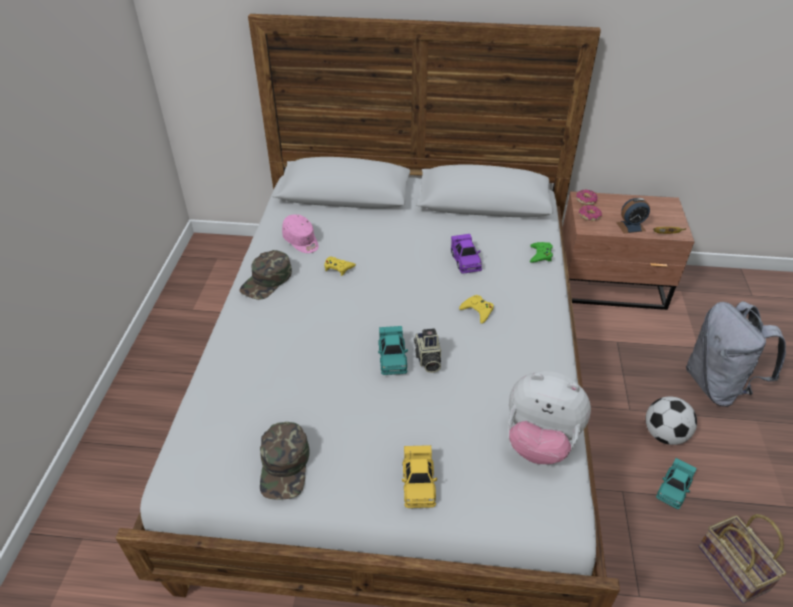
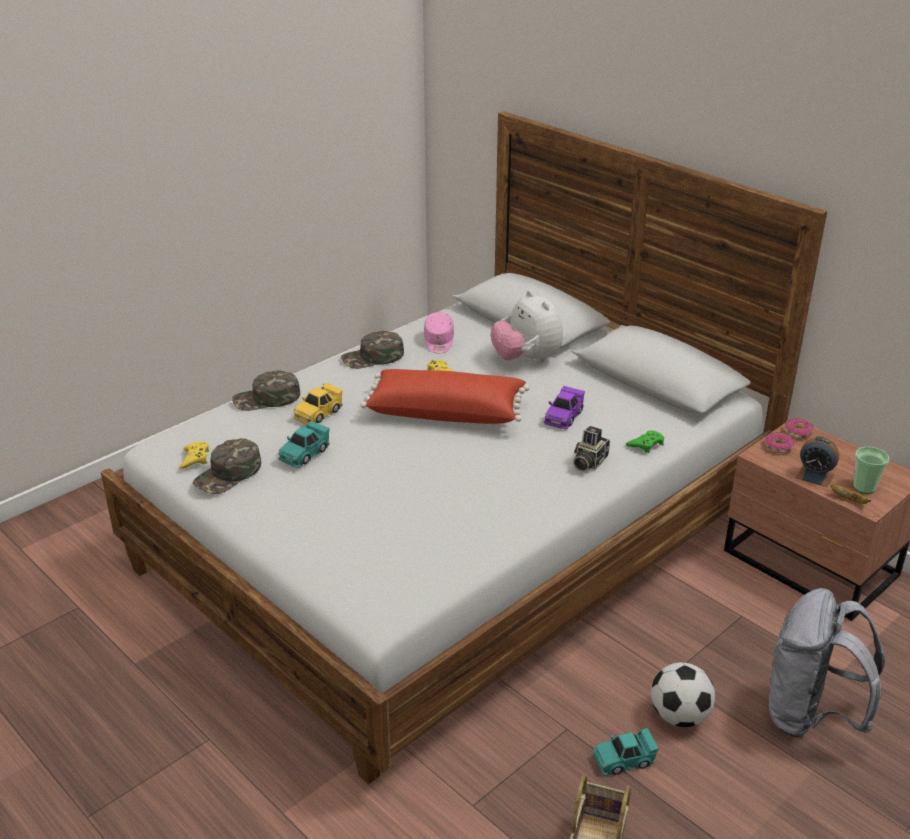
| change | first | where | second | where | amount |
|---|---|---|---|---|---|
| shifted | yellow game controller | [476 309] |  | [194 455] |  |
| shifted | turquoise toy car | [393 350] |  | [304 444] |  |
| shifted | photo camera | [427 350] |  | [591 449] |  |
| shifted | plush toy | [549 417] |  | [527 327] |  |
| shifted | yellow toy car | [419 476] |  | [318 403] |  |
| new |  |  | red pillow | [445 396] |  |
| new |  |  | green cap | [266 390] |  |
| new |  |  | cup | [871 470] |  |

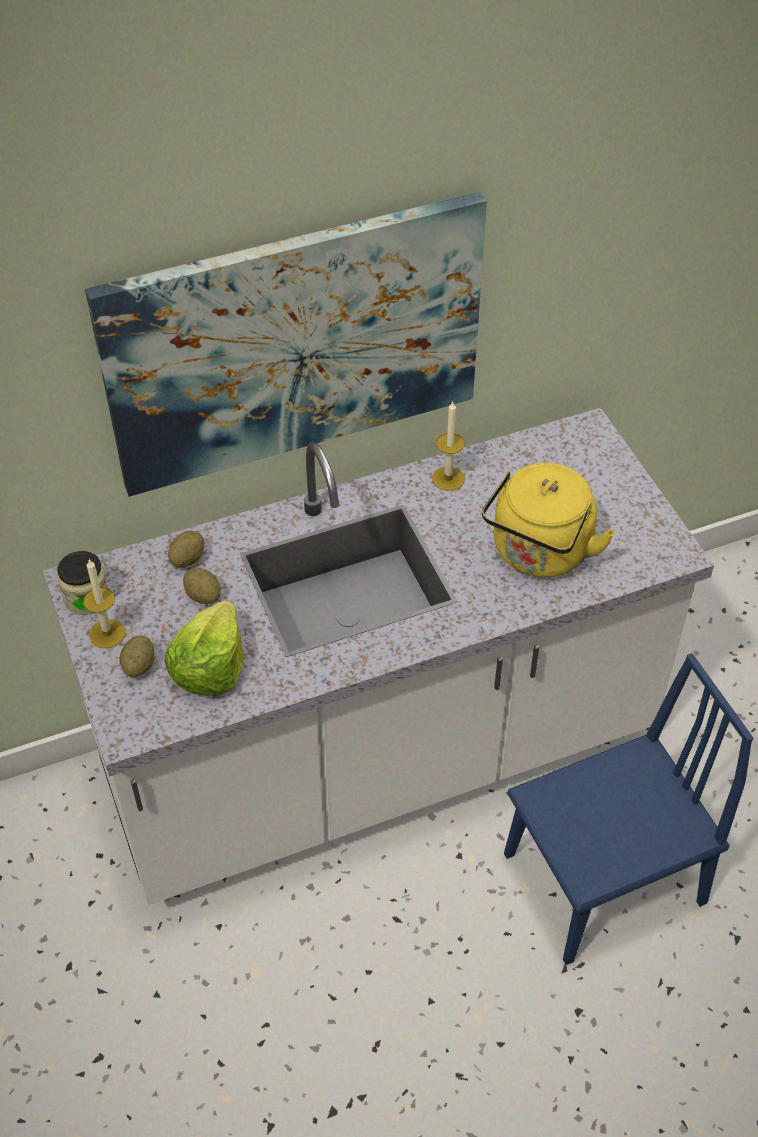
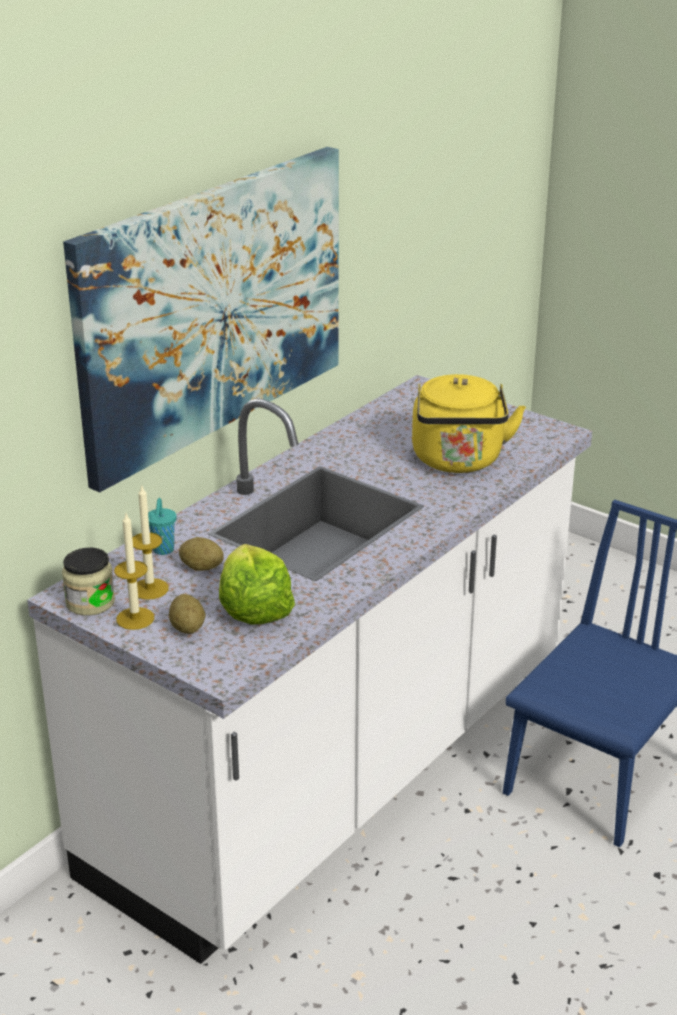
| change | first | where | second | where | amount |
|---|---|---|---|---|---|
| shifted | candle | [448 446] |  | [150 542] |  |
| swapped | potato | [186 549] | turquoise cup | [162 526] |  |

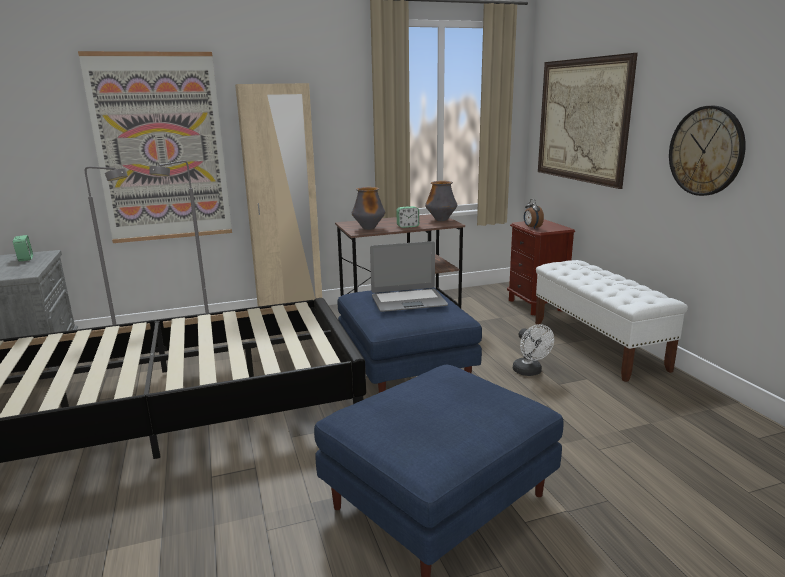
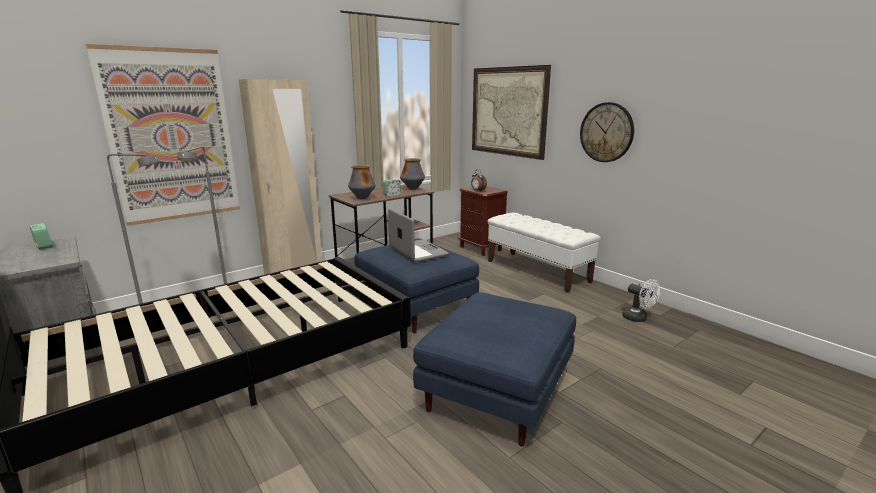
| change | first | where | second | where | amount |
|---|---|---|---|---|---|
| rotated | laptop | [409 276] |  | [418 235] | 90 degrees counterclockwise |
| shifted | white fan | [533 350] |  | [641 300] |  |

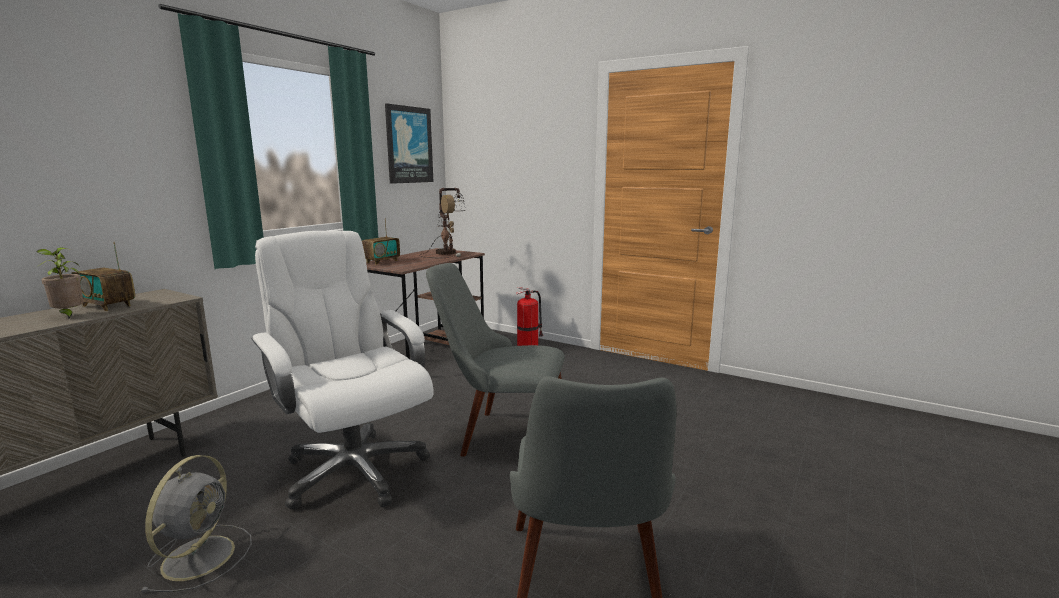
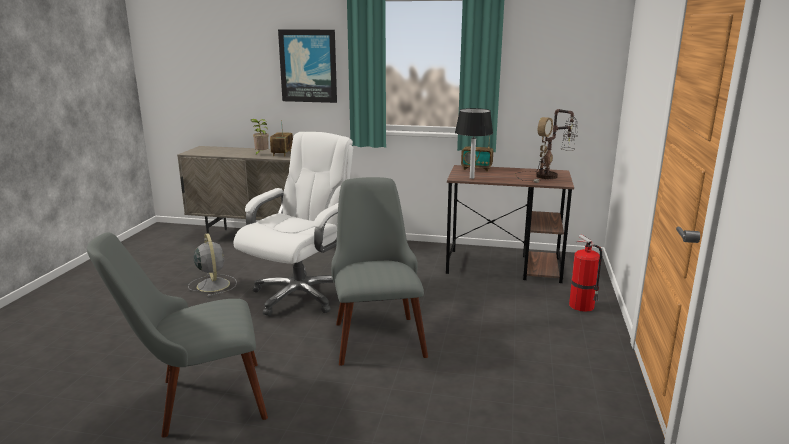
| change | first | where | second | where | amount |
|---|---|---|---|---|---|
| shifted | picture | [409 143] |  | [307 66] |  |
| rotated | grey fan | [196 524] |  | [212 265] | 105 degrees counterclockwise |
| new |  |  | black table lamp | [474 143] |  |

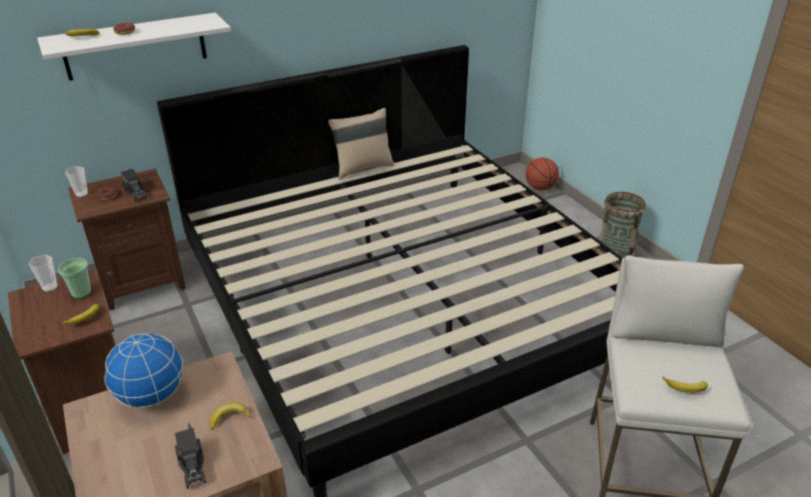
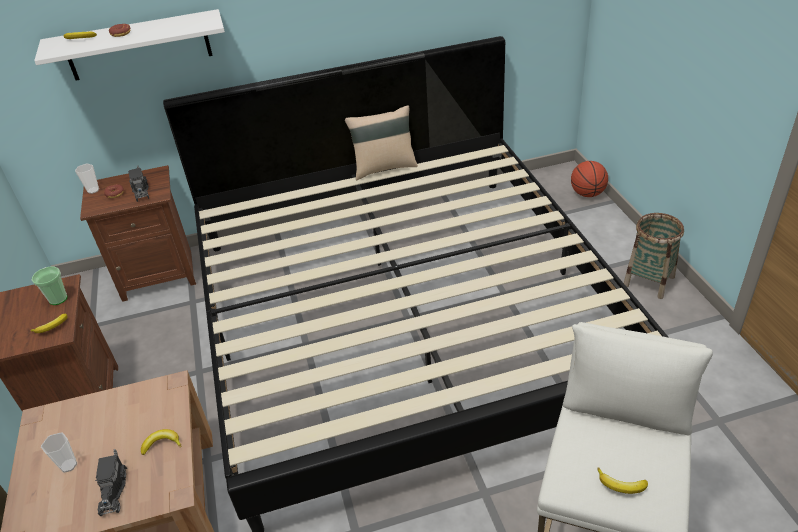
| change | first | where | second | where | amount |
|---|---|---|---|---|---|
| shifted | cup | [43 273] |  | [59 452] |  |
| gone | globe | [143 370] |  |  |  |

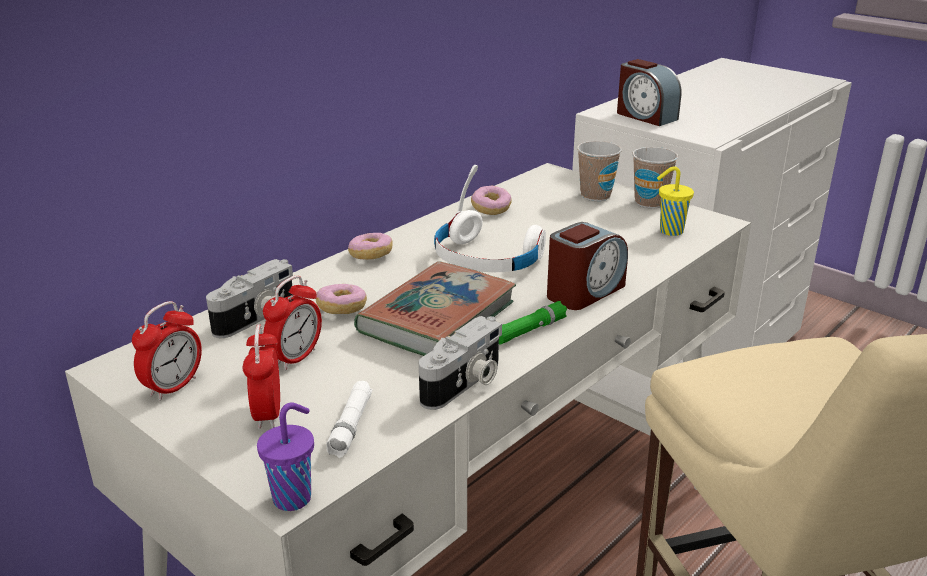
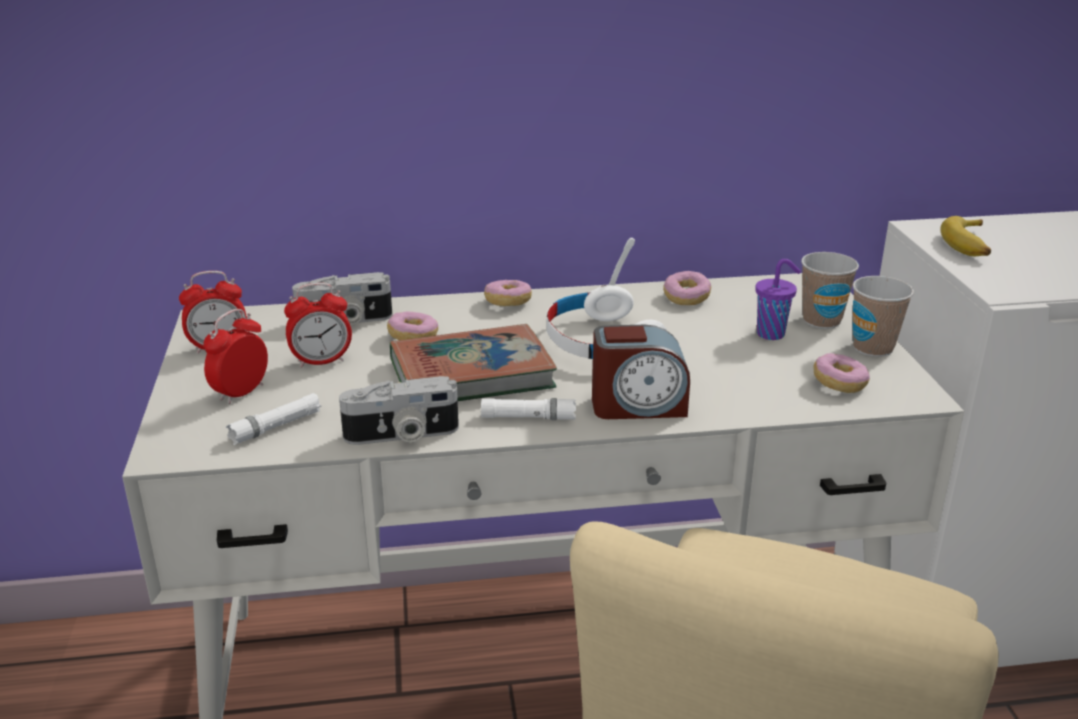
| change | first | where | second | where | amount |
|---|---|---|---|---|---|
| swapped | alarm clock | [649 92] | banana | [965 236] |  |
| swapped | yellow cup | [675 201] | donut | [841 373] |  |
| repainted | green flashlight | [533 323] | white flashlight | [528 409] |  |
| shifted | purple cup | [285 456] |  | [778 299] |  |

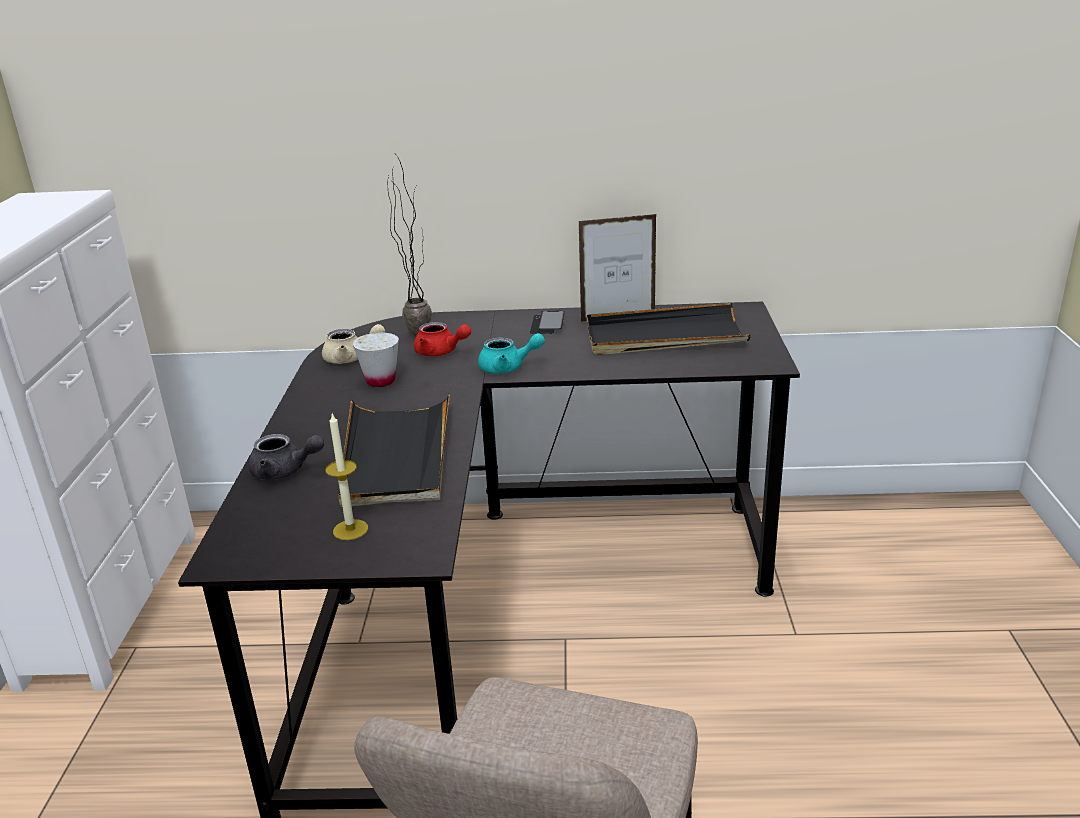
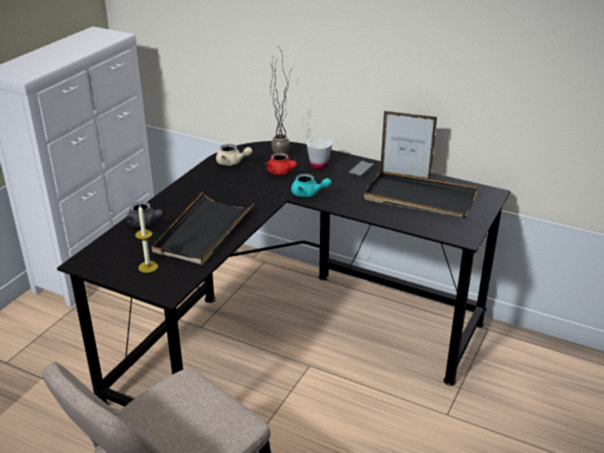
| change | first | where | second | where | amount |
|---|---|---|---|---|---|
| shifted | white cup | [376 360] |  | [319 153] |  |

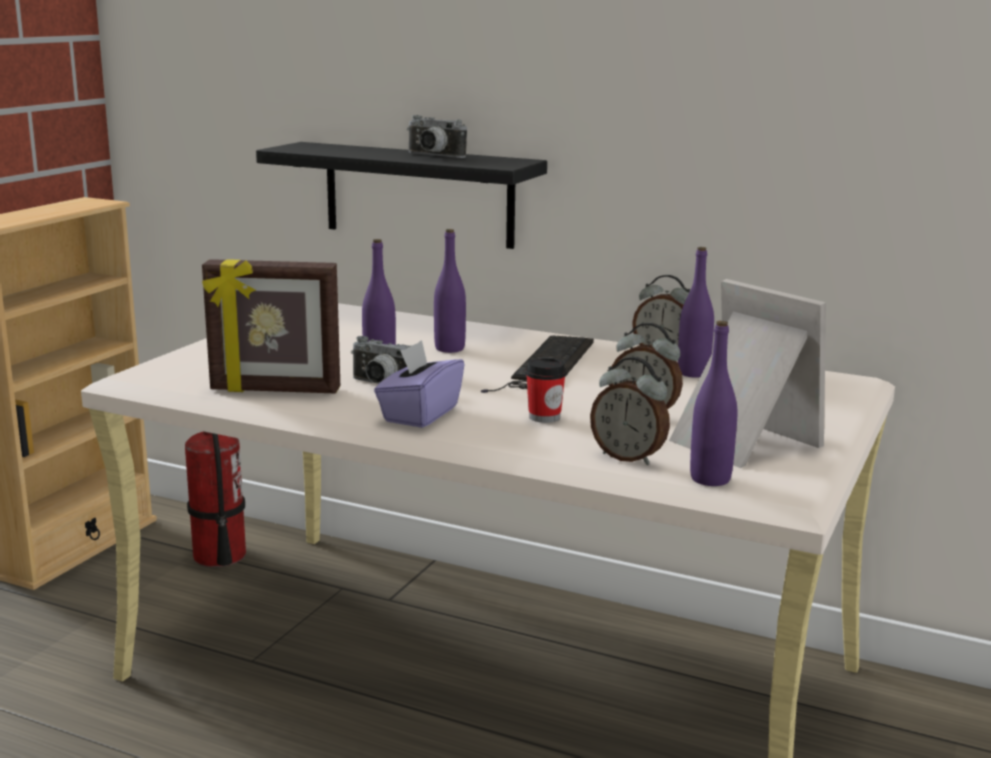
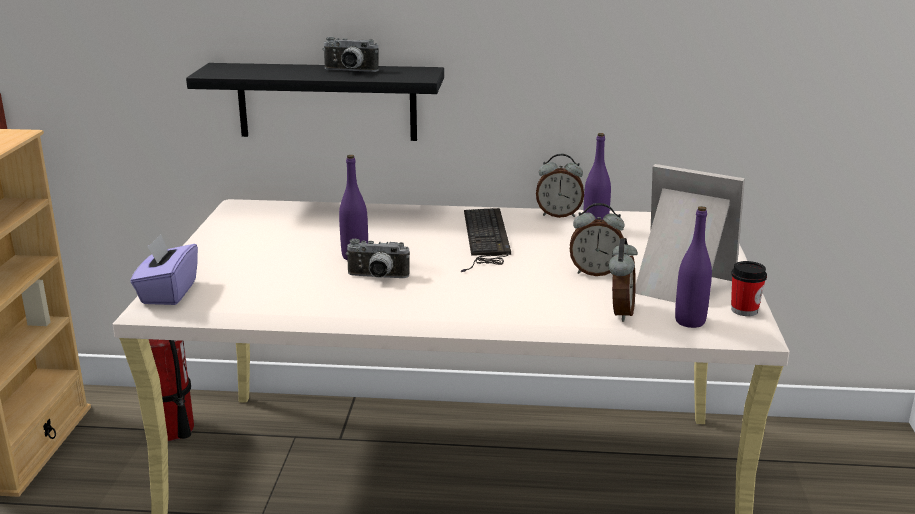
| change | first | where | second | where | amount |
|---|---|---|---|---|---|
| gone | purple bottle | [450 291] |  |  |  |
| gone | picture frame | [271 326] |  |  |  |
| shifted | purple tissue box | [419 384] |  | [164 269] |  |
| shifted | cup | [545 390] |  | [749 288] |  |
| rotated | alarm clock | [630 411] |  | [623 280] | 90 degrees counterclockwise |

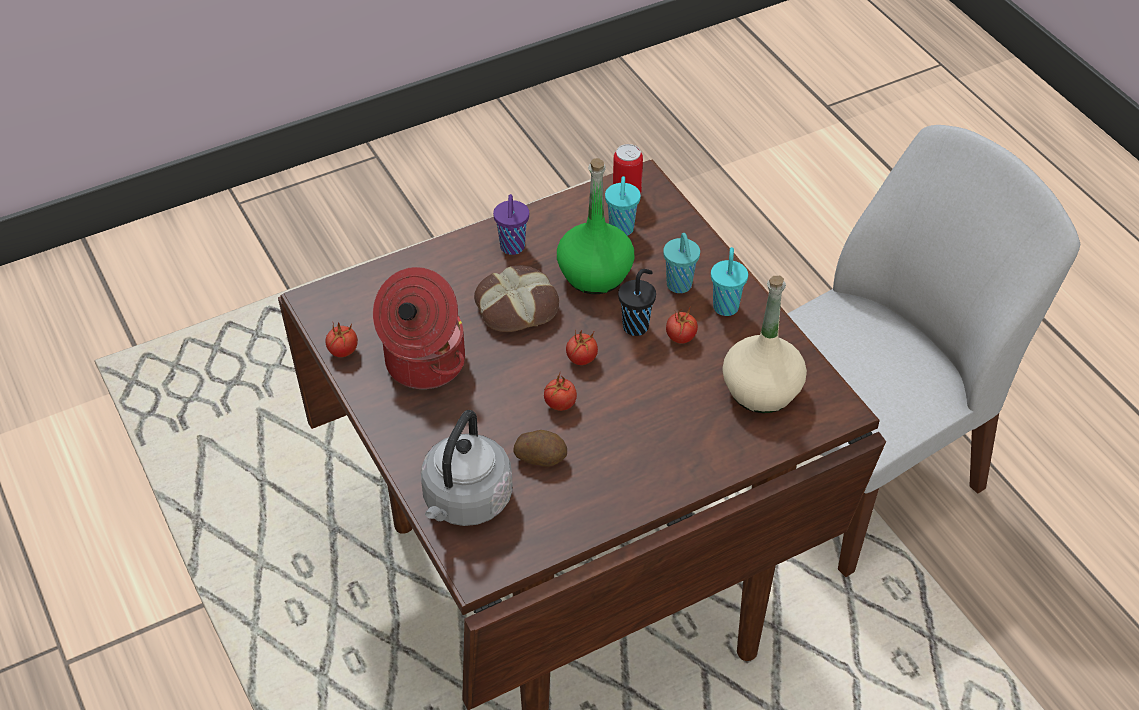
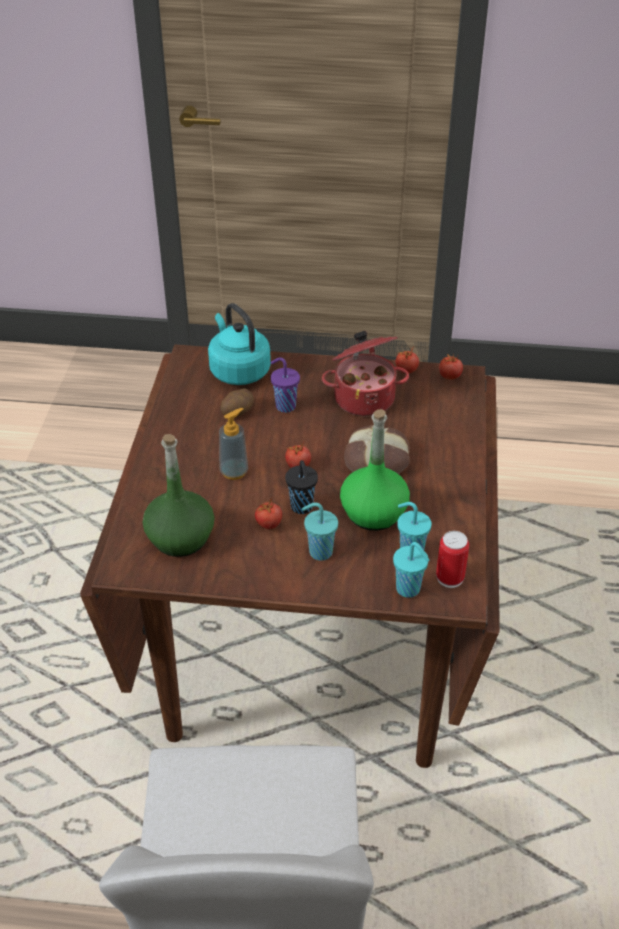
| change | first | where | second | where | amount |
|---|---|---|---|---|---|
| shifted | purple cup | [511 224] |  | [285 385] |  |
| shifted | turquoise cup | [729 281] |  | [411 570] |  |
| repainted | beige bottle | [764 344] | green bottle | [179 495] |  |
| shifted | tomato | [560 392] |  | [451 366] |  |
| repainted | grey kettle | [467 468] | turquoise kettle | [239 344] |  |
| new |  |  | soap dispenser | [233 444] |  |

